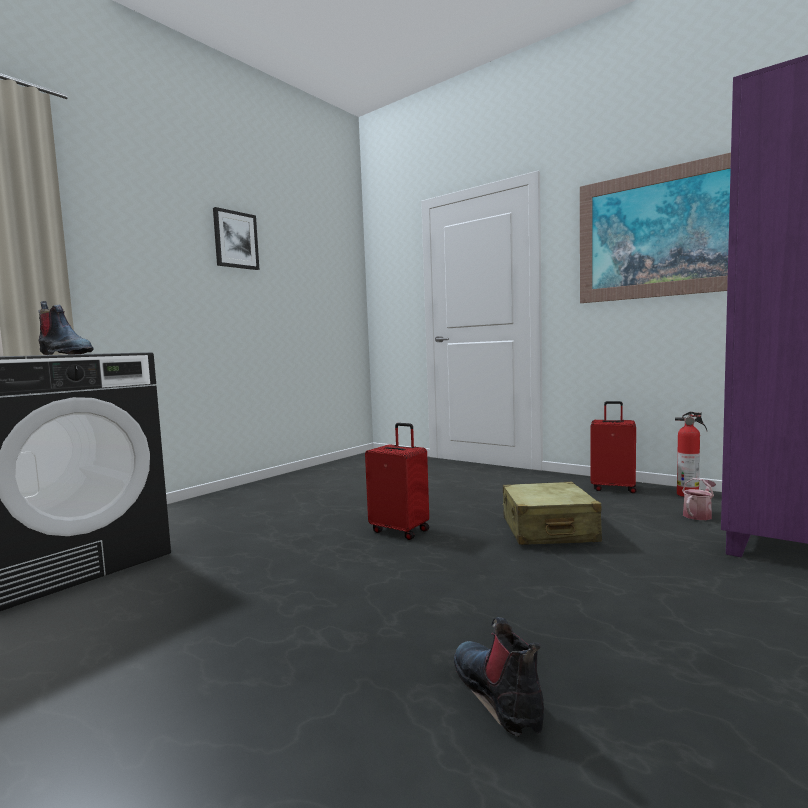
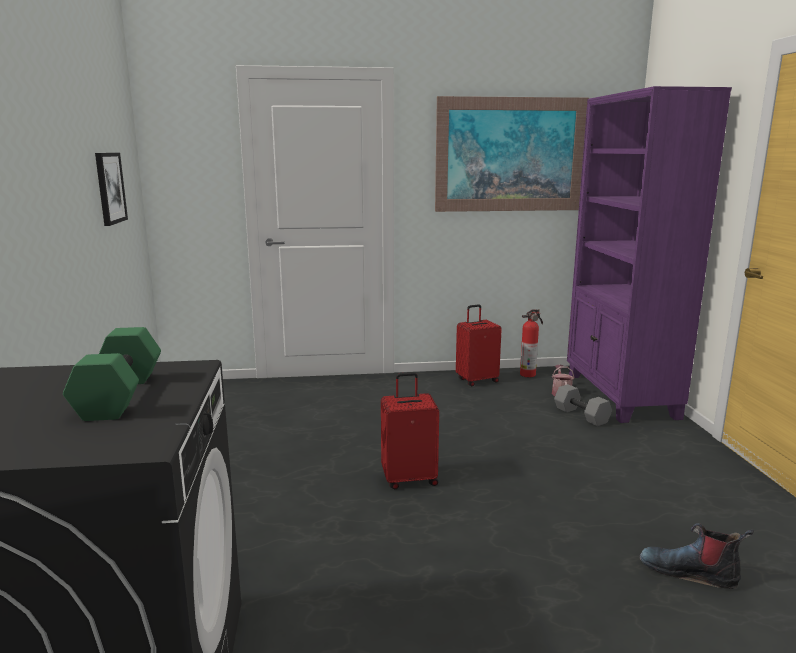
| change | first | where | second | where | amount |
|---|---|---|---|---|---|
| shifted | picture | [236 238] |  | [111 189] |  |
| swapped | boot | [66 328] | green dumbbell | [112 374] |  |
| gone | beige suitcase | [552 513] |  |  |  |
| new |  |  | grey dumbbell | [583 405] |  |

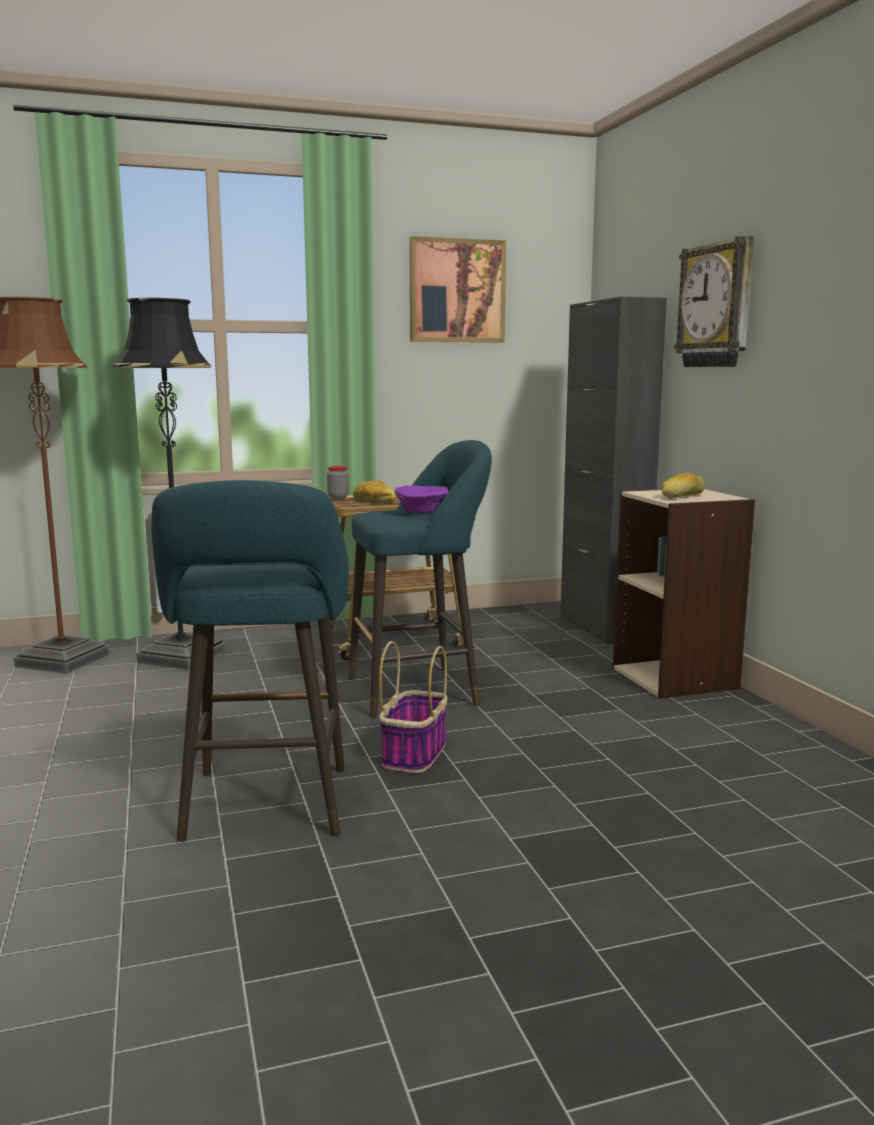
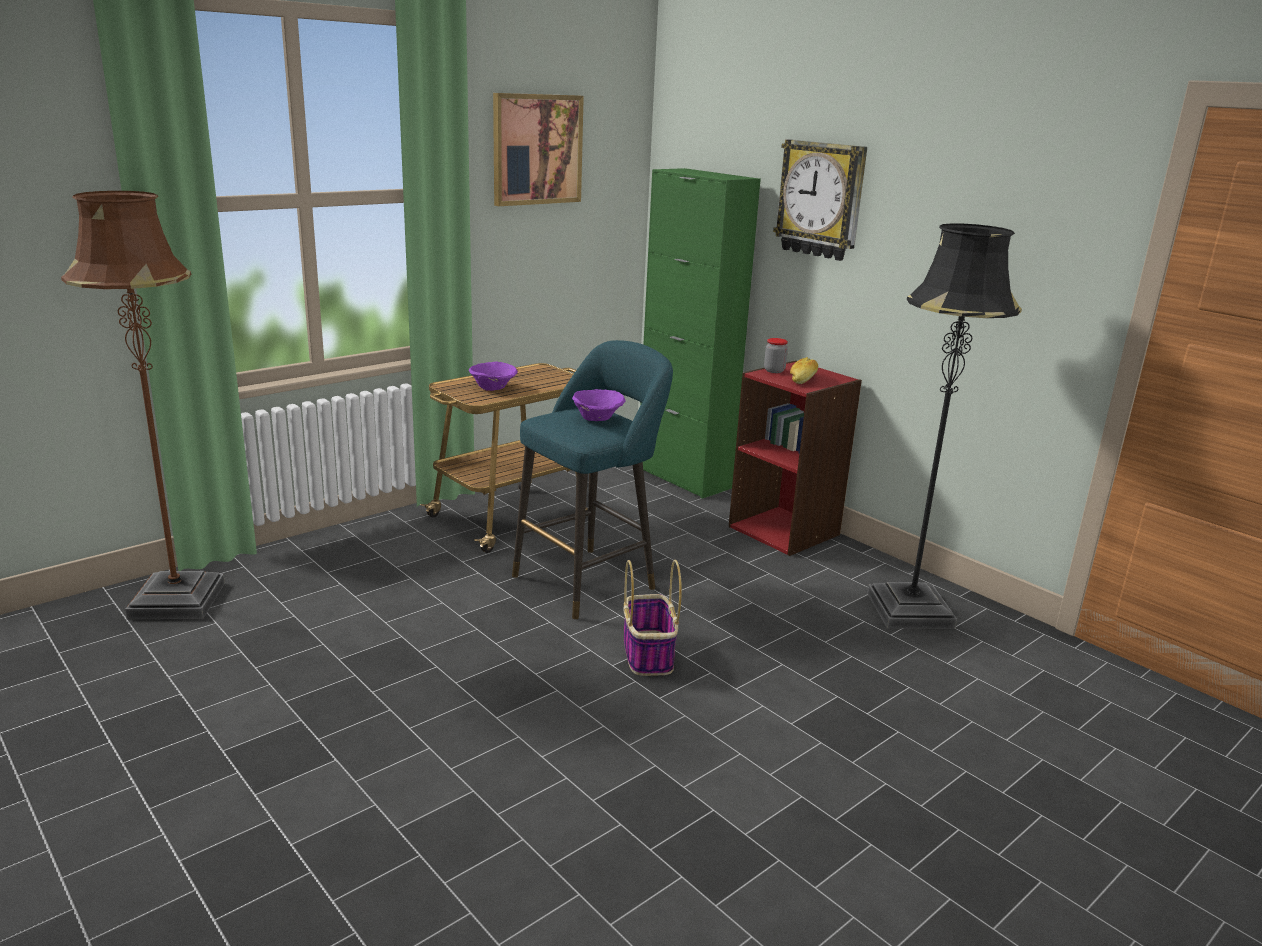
| change | first | where | second | where | amount |
|---|---|---|---|---|---|
| repainted | black cabinet | [613 470] | green cabinet | [700 333] |  |
| shifted | black floor lamp | [169 484] |  | [944 426] |  |
| shifted | jar | [338 482] |  | [776 355] |  |
| gone | turquoise stool | [250 661] |  |  |  |
| swapped | bread | [374 491] | purple bowl | [493 376] |  |
| repainted | beige bookcase | [684 594] | red bookcase | [795 458] |  |

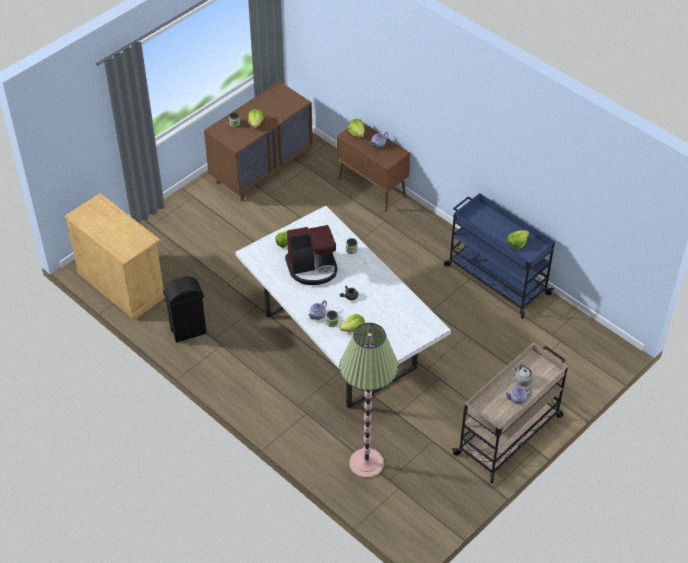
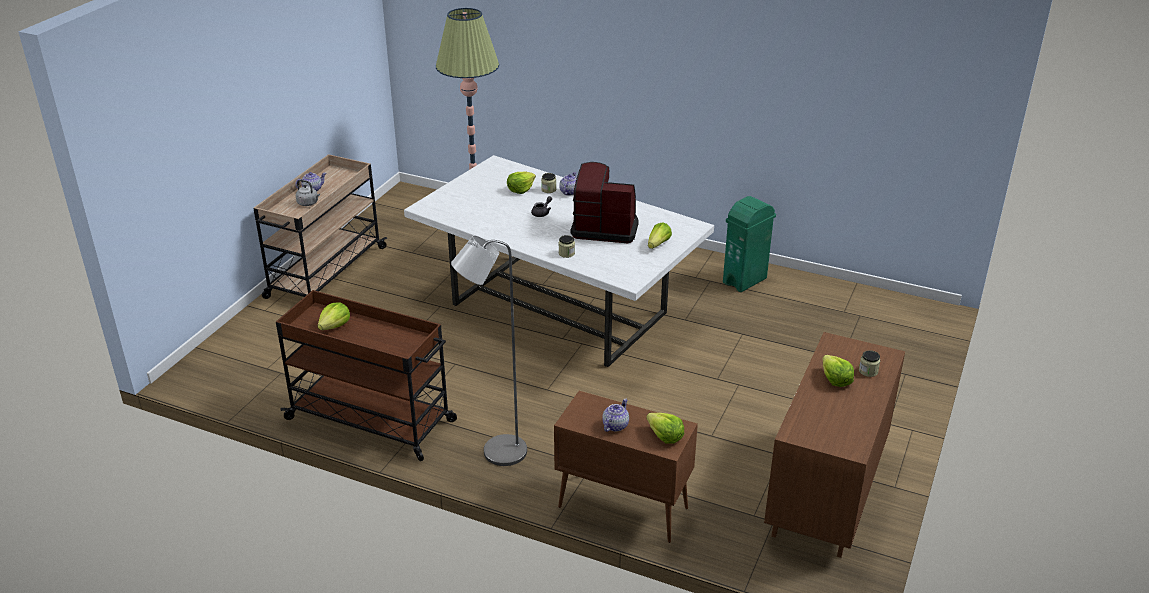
| change | first | where | second | where | amount |
|---|---|---|---|---|---|
| gone | beige cabinet | [114 256] |  |  |  |
| repainted | blue cart | [499 255] | brown cart | [366 375] |  |
| rotated | coffee machine | [311 255] |  | [605 202] | 45 degrees clockwise |
| repainted | black trash can | [184 309] | green trash can | [749 244] |  |
| new |  |  | grey floor lamp | [489 350] |  |

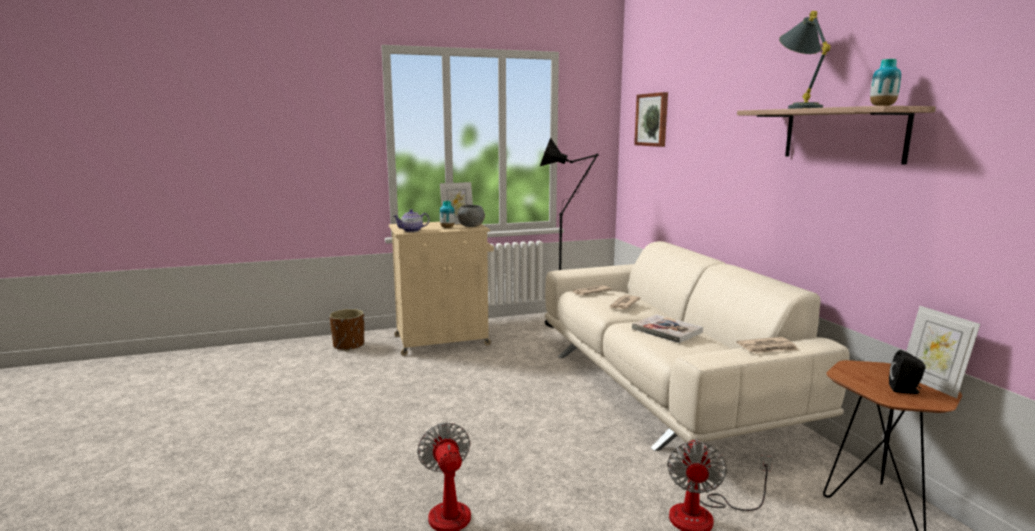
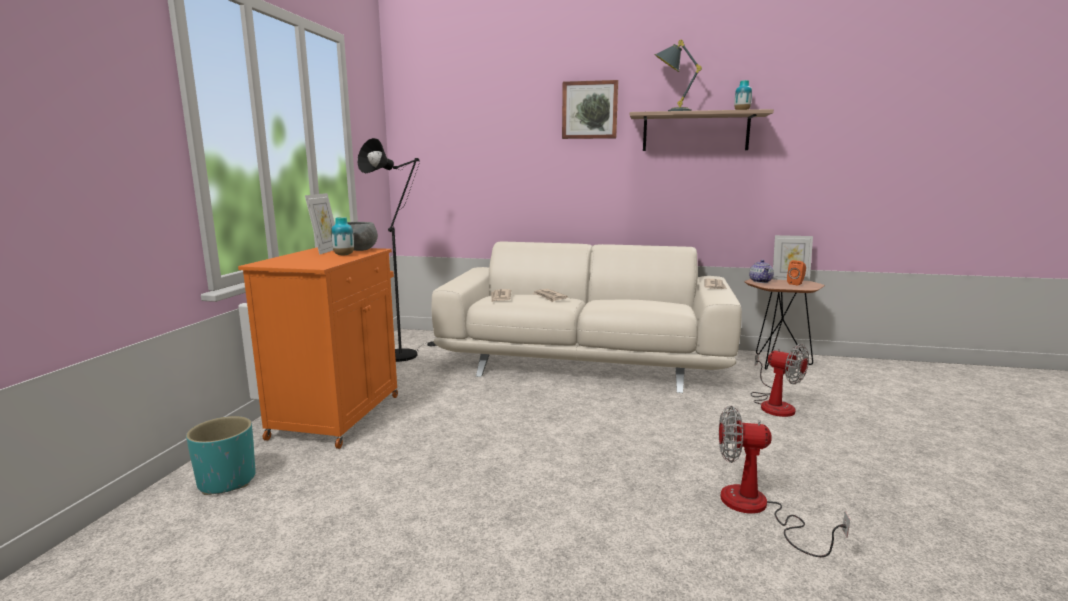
| change | first | where | second | where | amount |
|---|---|---|---|---|---|
| shifted | picture | [651 119] |  | [590 109] |  |
| shifted | teapot | [411 220] |  | [761 271] |  |
| repainted | beige cabinet | [441 289] | orange cabinet | [318 348] |  |
| repainted | brown planter | [346 330] | turquoise planter | [221 455] |  |
| gone | book | [667 328] |  |  |  |
| repainted | black speaker | [907 372] | orange speaker | [796 273] |  |

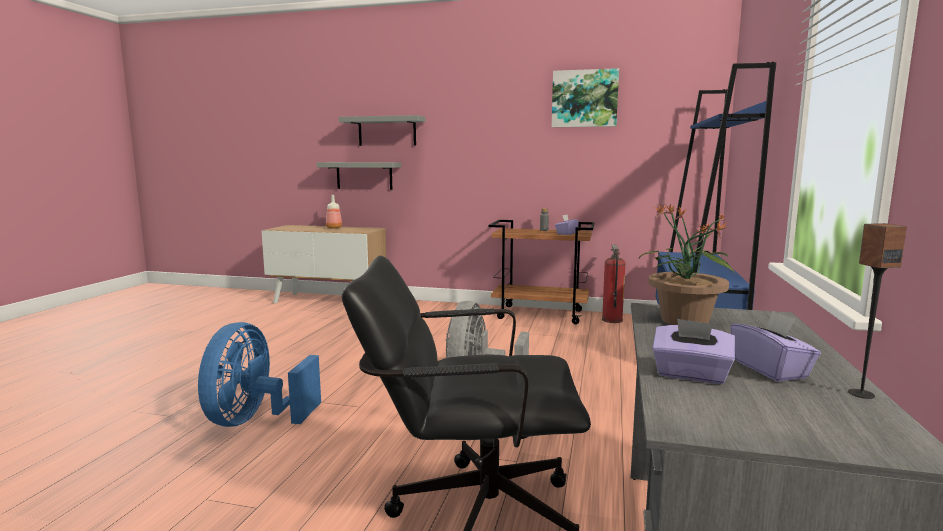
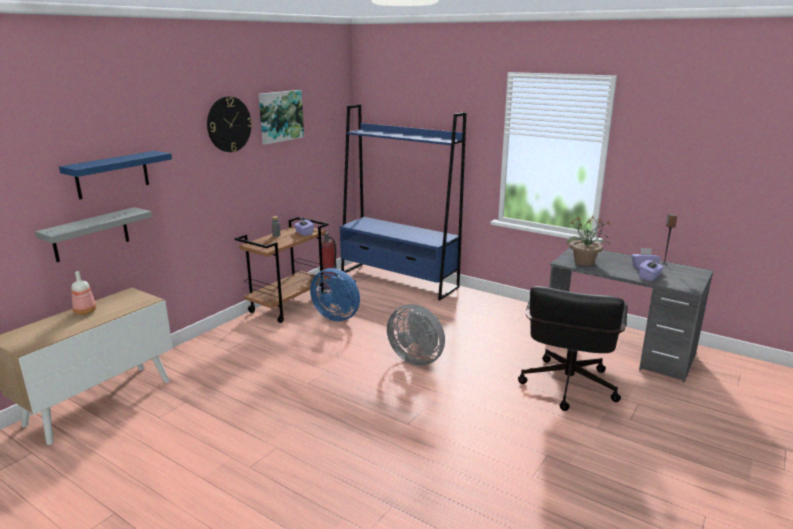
| change | first | where | second | where | amount |
|---|---|---|---|---|---|
| repainted | grey shelf | [382 130] | blue shelf | [115 175] |  |
| shifted | blue fan | [259 374] |  | [335 295] |  |
| new |  |  | wall clock | [229 124] |  |

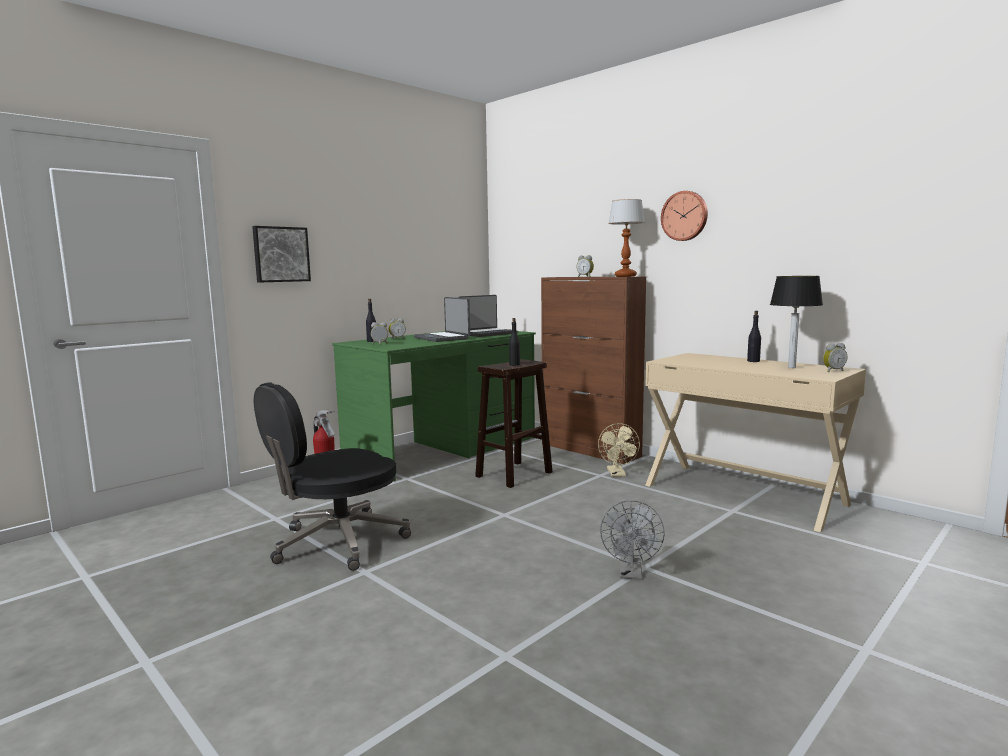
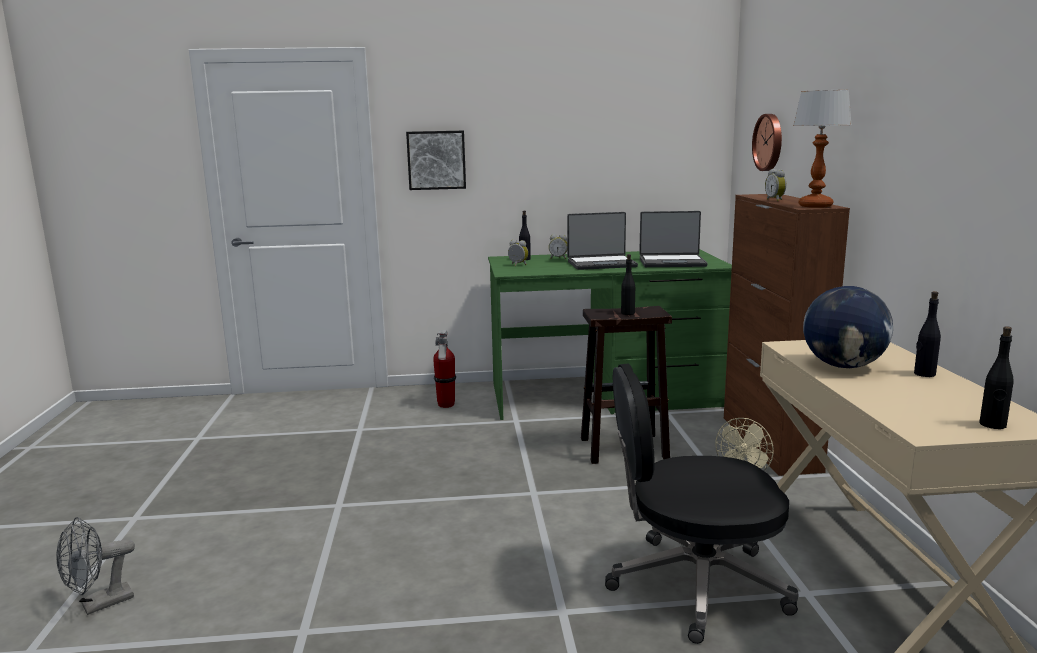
| change | first | where | second | where | amount |
|---|---|---|---|---|---|
| shifted | wall clock | [684 216] |  | [767 142] |  |
| gone | table lamp | [796 322] |  |  |  |
| rotated | laptop | [442 319] |  | [602 241] | 105 degrees counterclockwise |
| swapped | alarm clock | [835 357] | black bottle | [996 377] |  |
| shifted | black office chair | [332 476] |  | [702 503] |  |
| shifted | grey fan | [632 540] |  | [95 566] |  |
| new |  |  | globe | [848 327] |  |

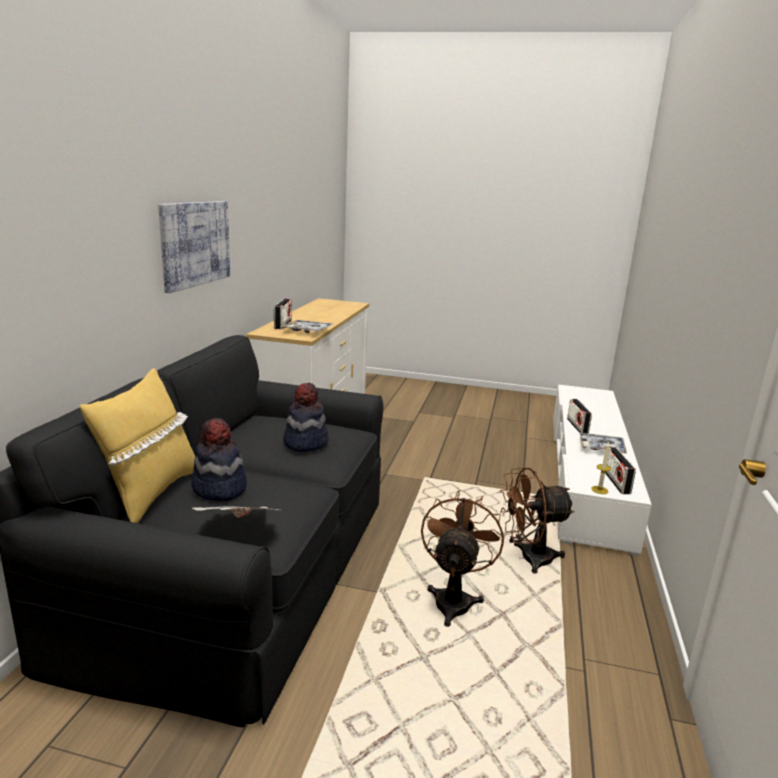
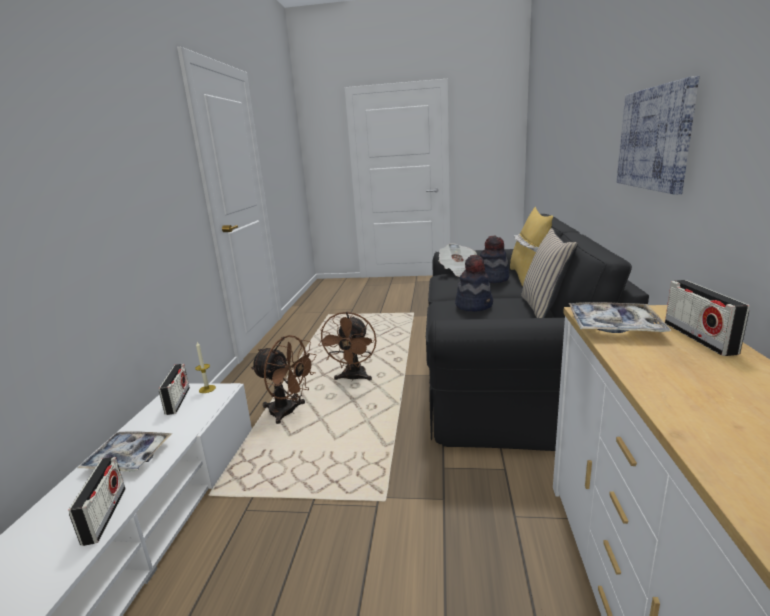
| change | first | where | second | where | amount |
|---|---|---|---|---|---|
| rotated | brown fan | [537 521] |  | [284 379] | 45 degrees clockwise |
| new |  |  | beige pillow | [549 273] |  |

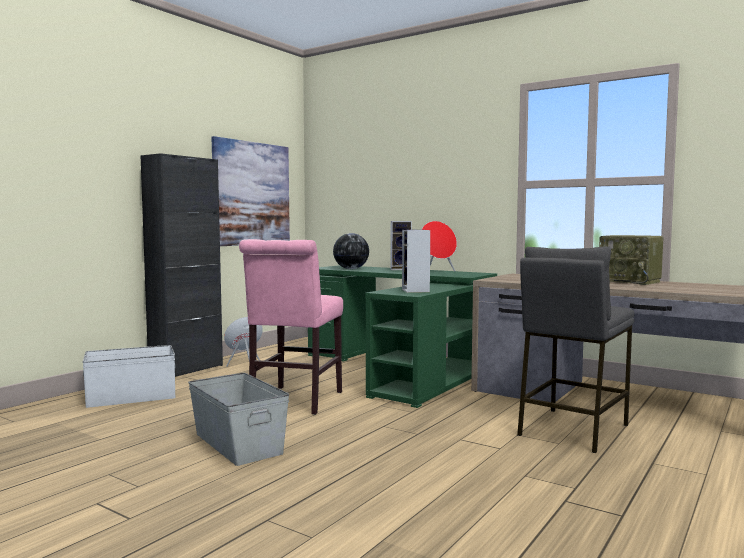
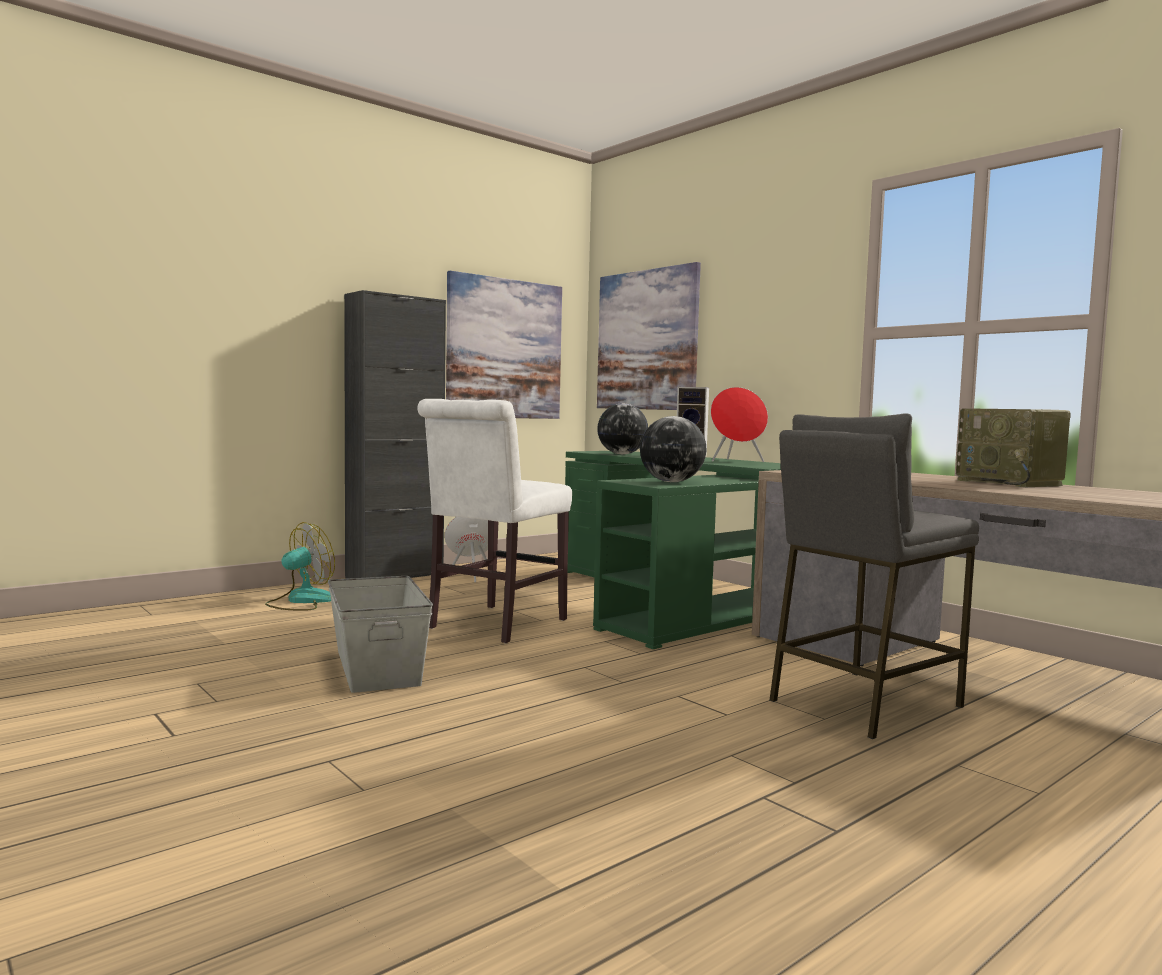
| change | first | where | second | where | amount |
|---|---|---|---|---|---|
| swapped | speaker | [416 261] | globe | [673 449] |  |
| repainted | pink chair | [291 327] | white chair | [495 521] |  |
| swapped | white storage box | [129 376] | fan | [300 566] |  |
| new |  |  | picture | [649 336] |  |

